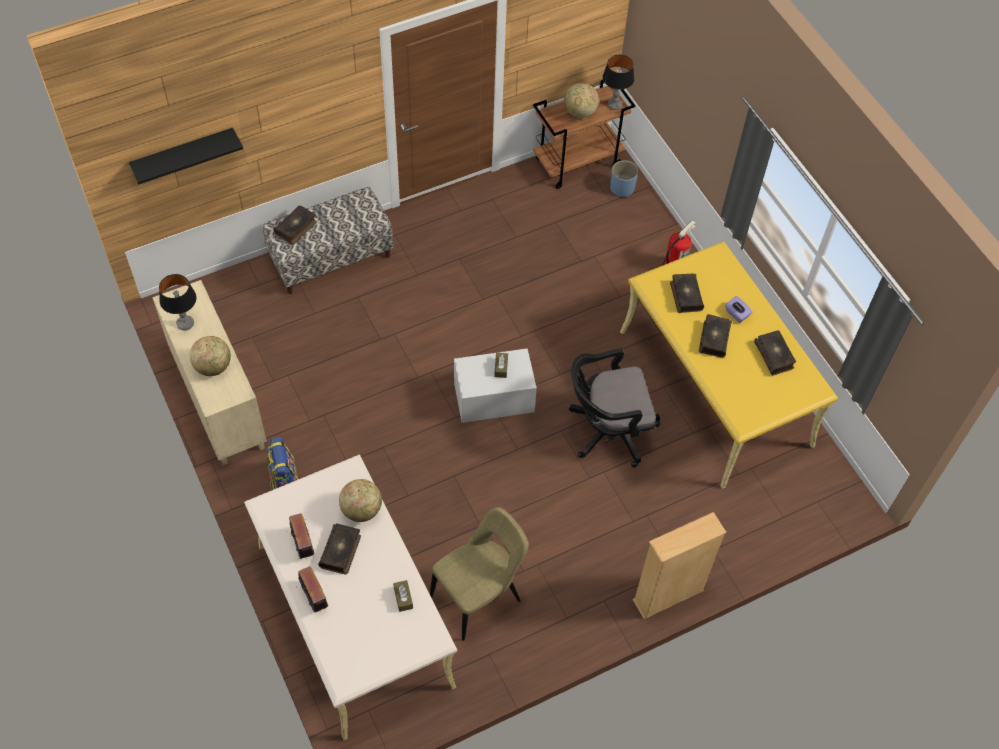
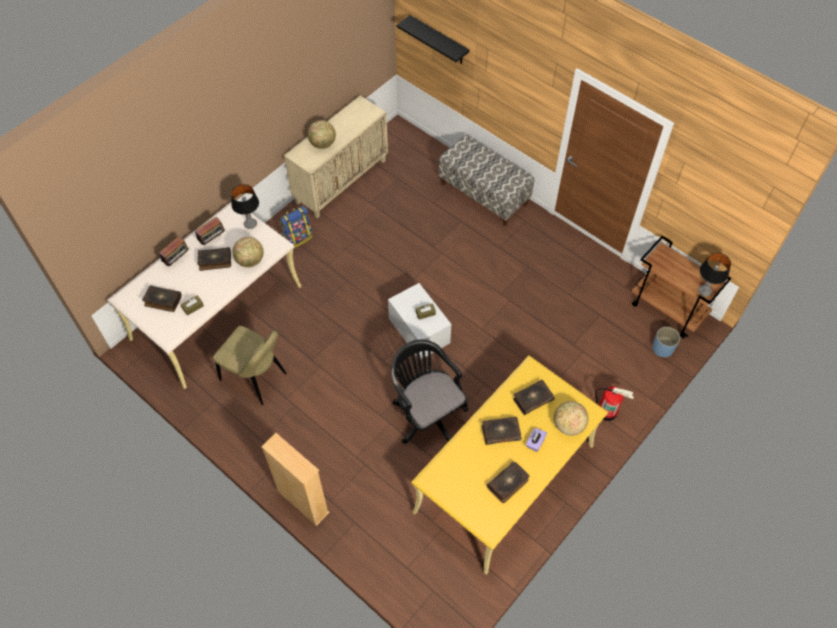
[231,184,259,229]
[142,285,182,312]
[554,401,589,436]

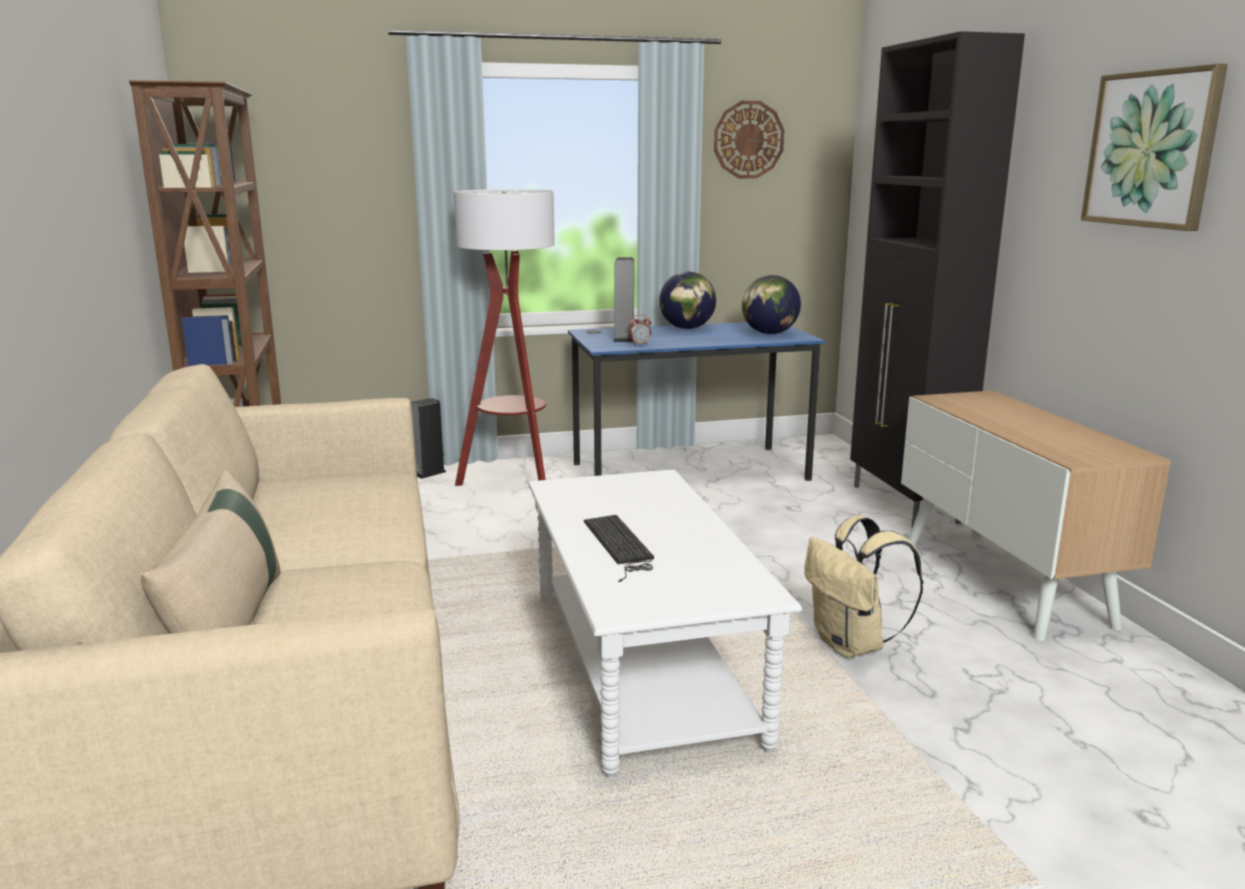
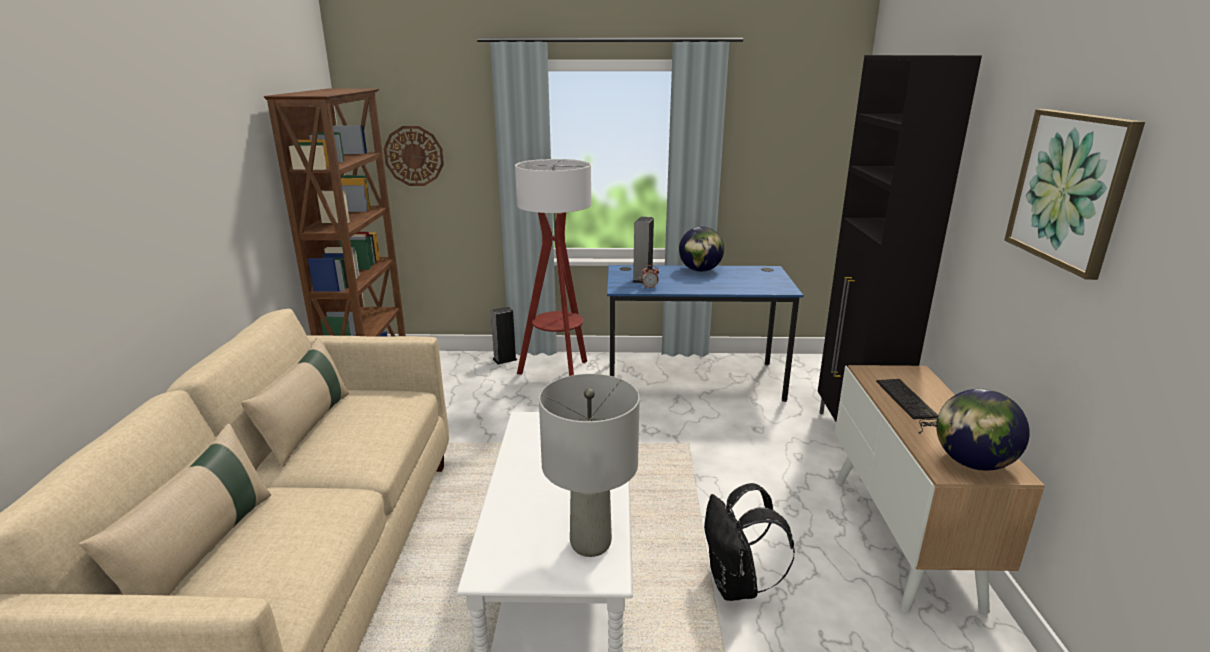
[876,379,938,434]
[384,126,444,186]
[936,389,1030,470]
[704,483,795,601]
[241,337,349,467]
[539,374,640,557]

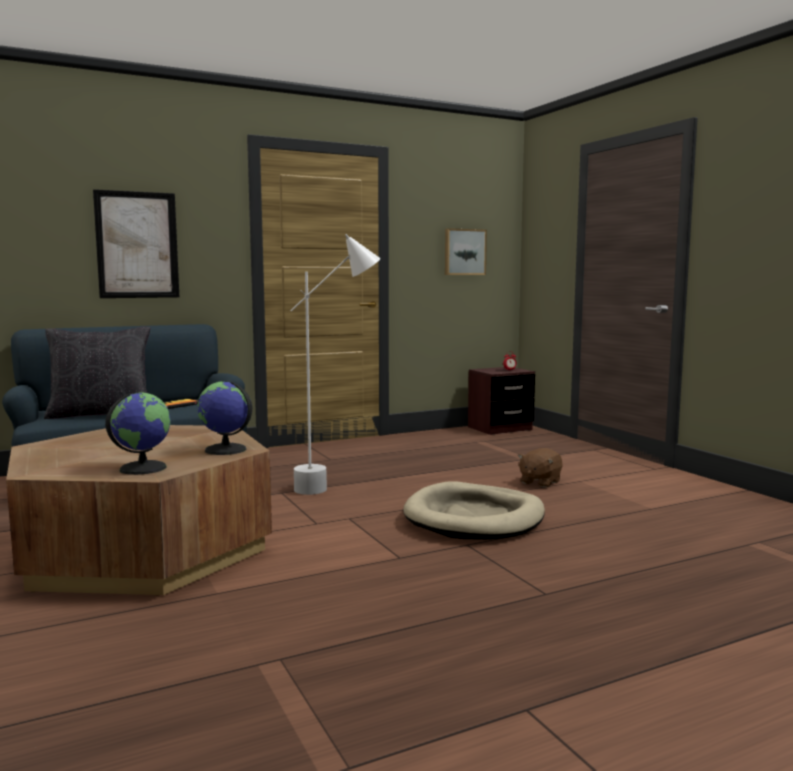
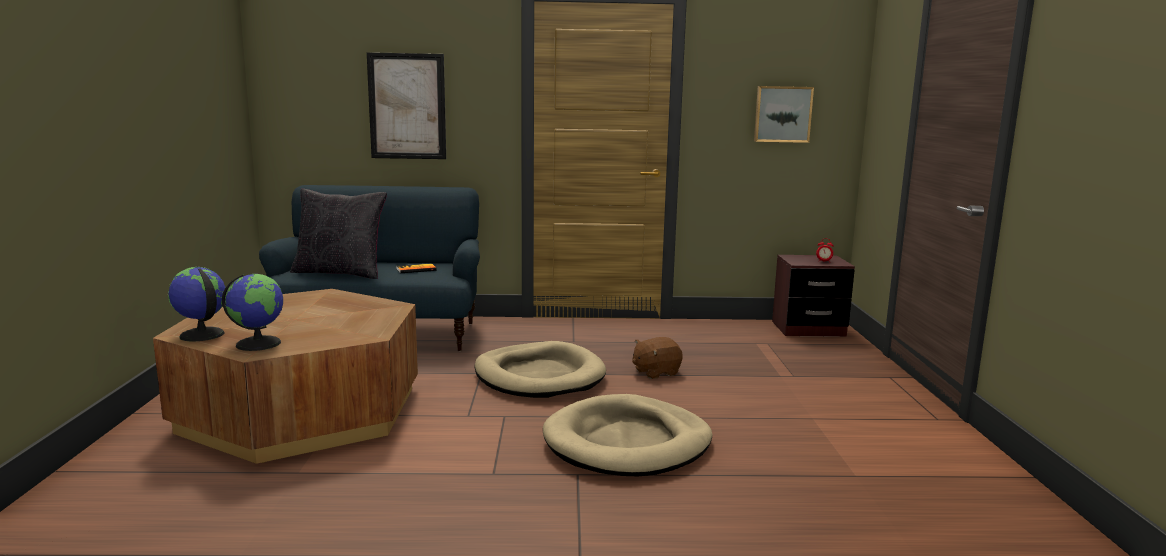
[168,267,226,341]
[474,341,606,398]
[632,337,683,379]

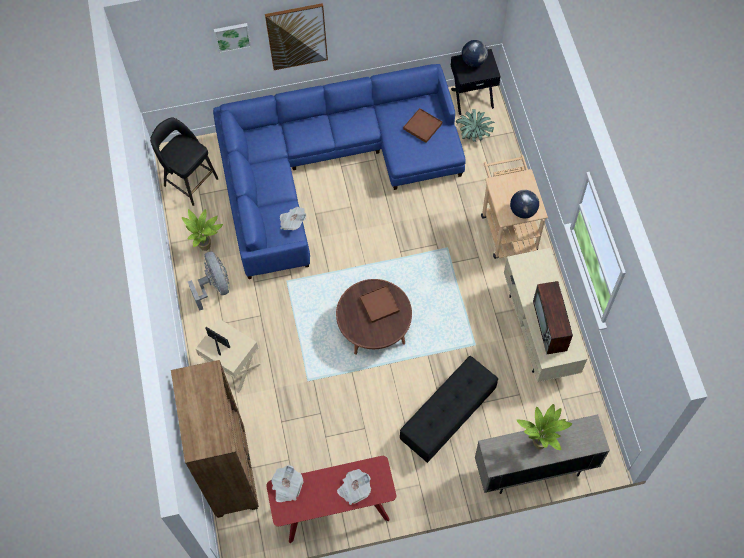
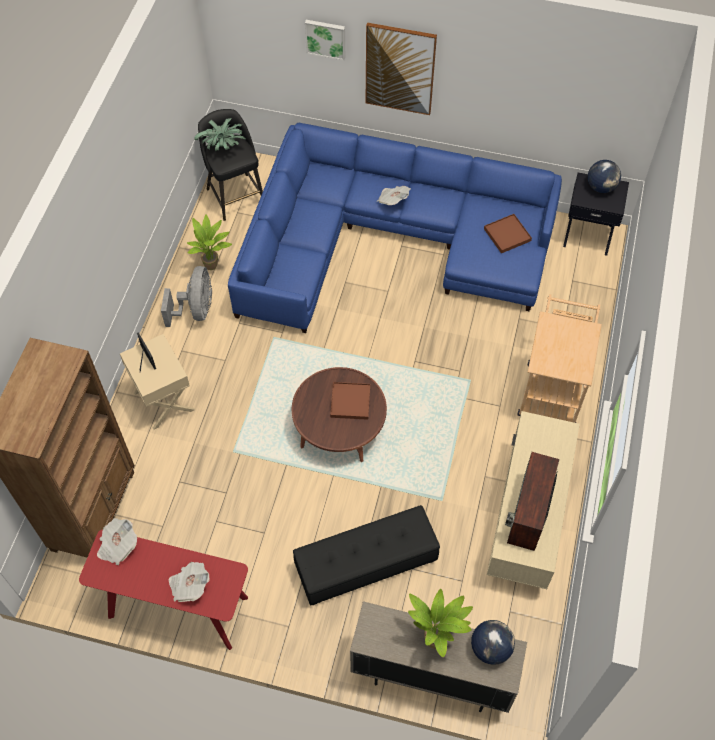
[377,186,411,205]
[194,118,245,151]
[471,620,515,665]

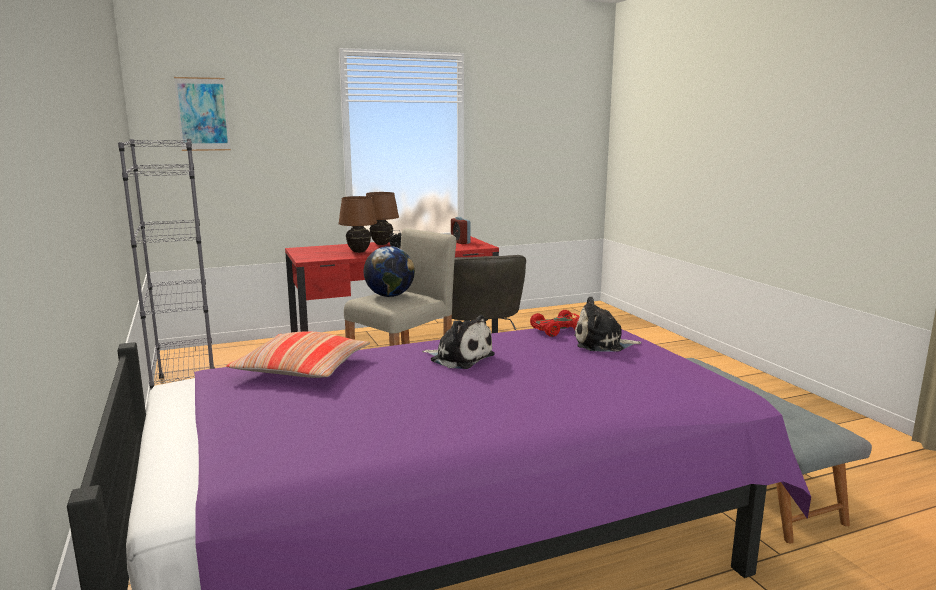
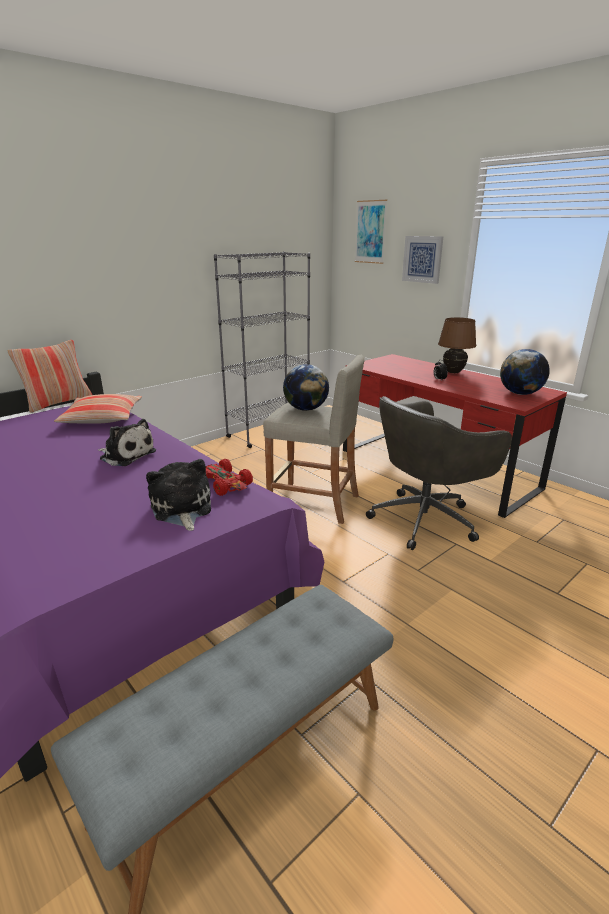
[338,196,377,253] (first image)
[98,419,156,466]
[500,349,550,395]
[8,340,92,413]
[402,236,443,284]

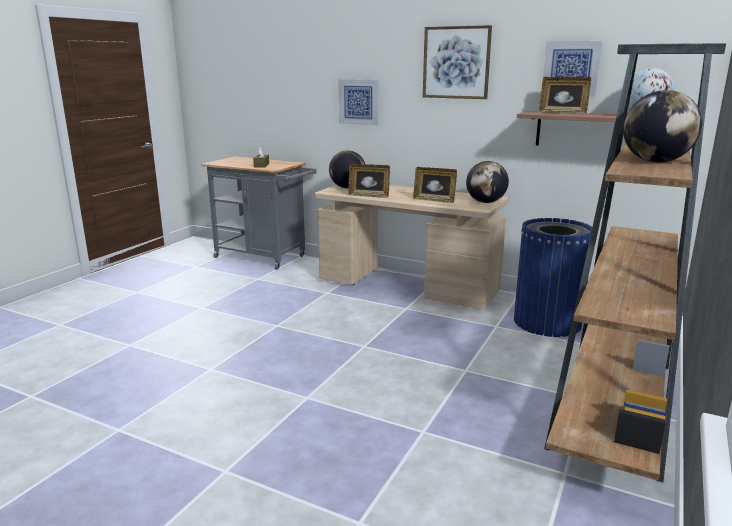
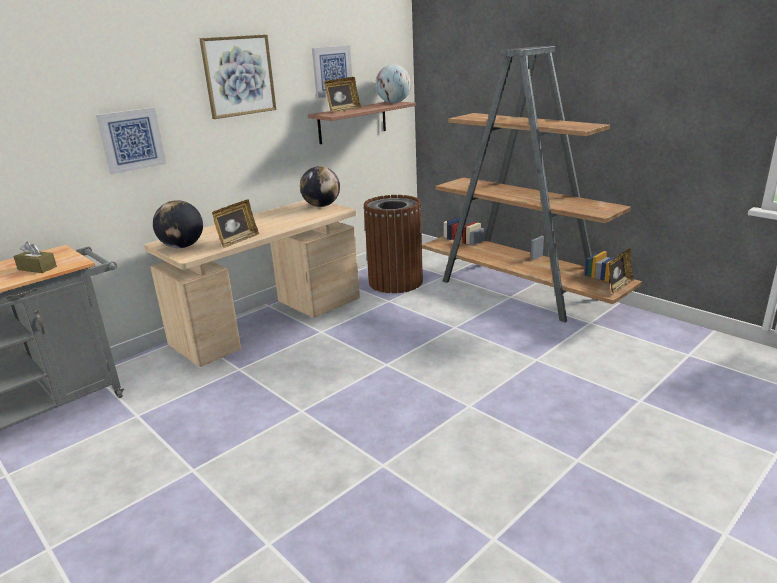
[609,248,634,294]
[364,195,423,293]
[623,90,702,162] (first image)

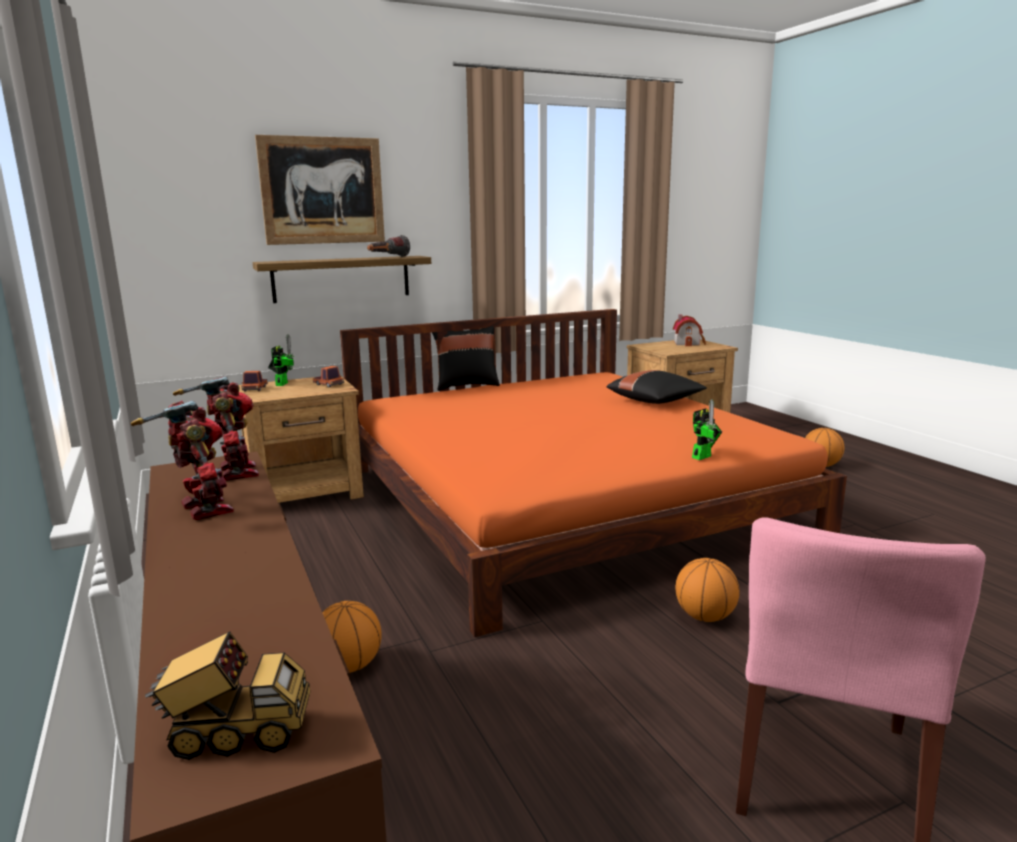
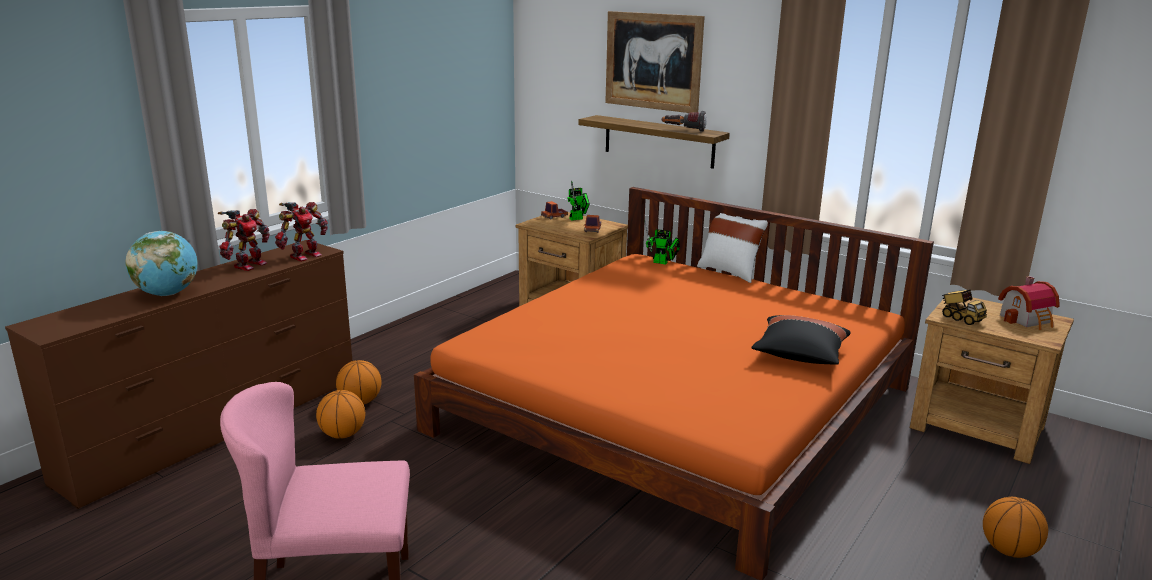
[942,290,987,325]
[697,213,768,283]
[316,390,365,439]
[644,220,680,264]
[125,231,198,296]

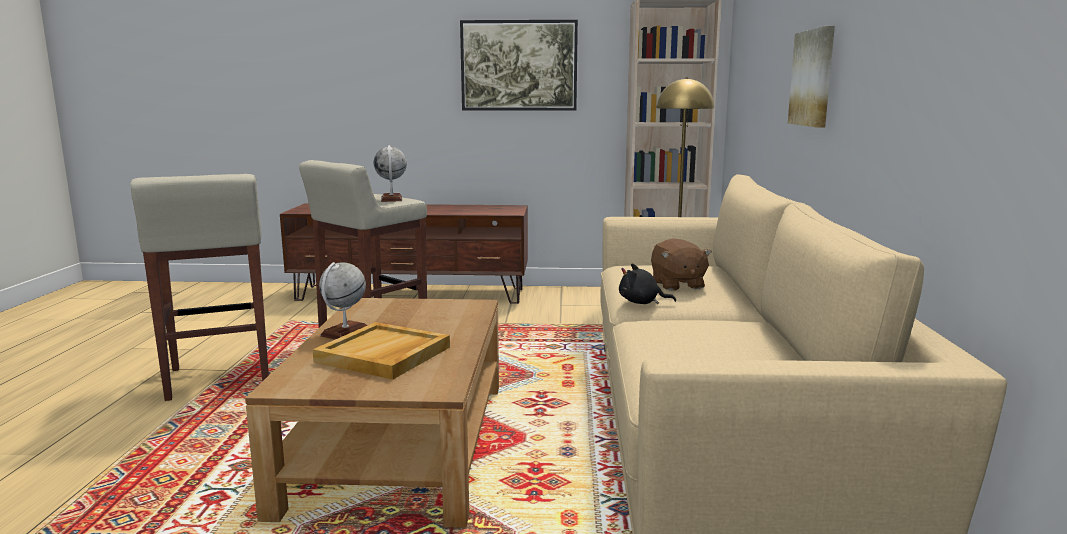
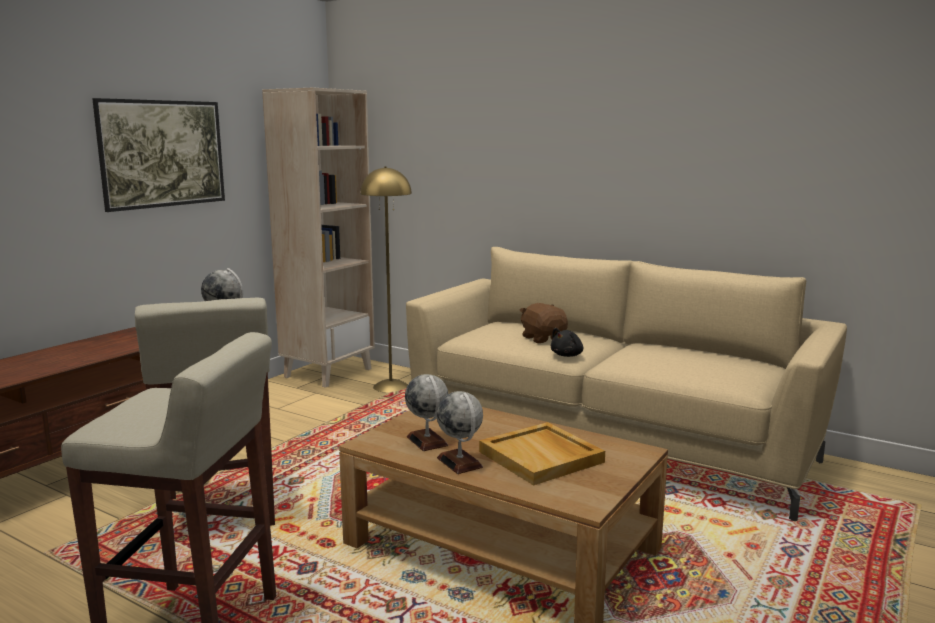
[520,303,568,343]
[788,26,835,128] (first image)
[405,374,448,451]

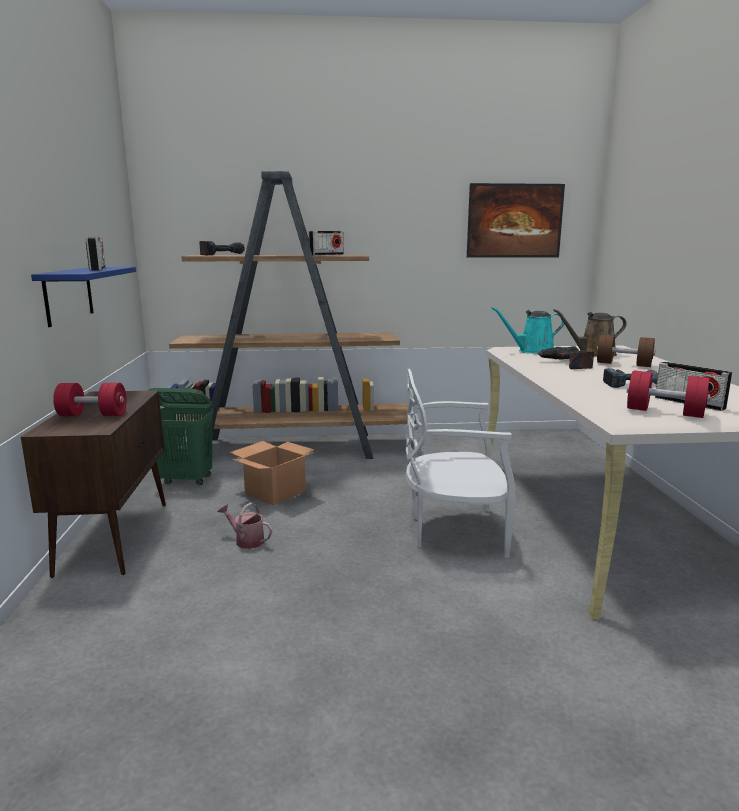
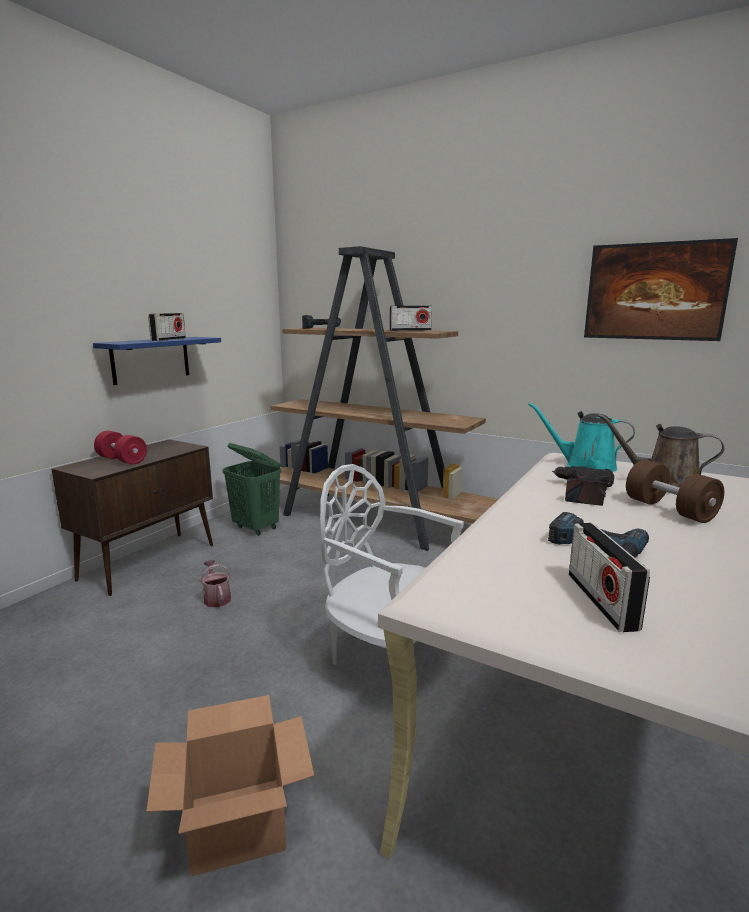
[146,695,314,877]
[627,370,710,418] (first image)

